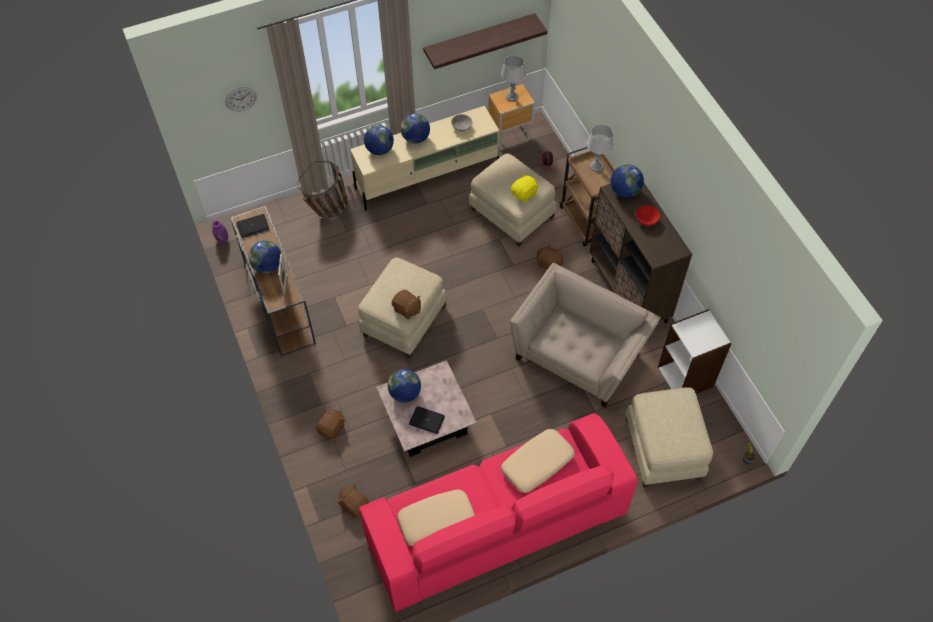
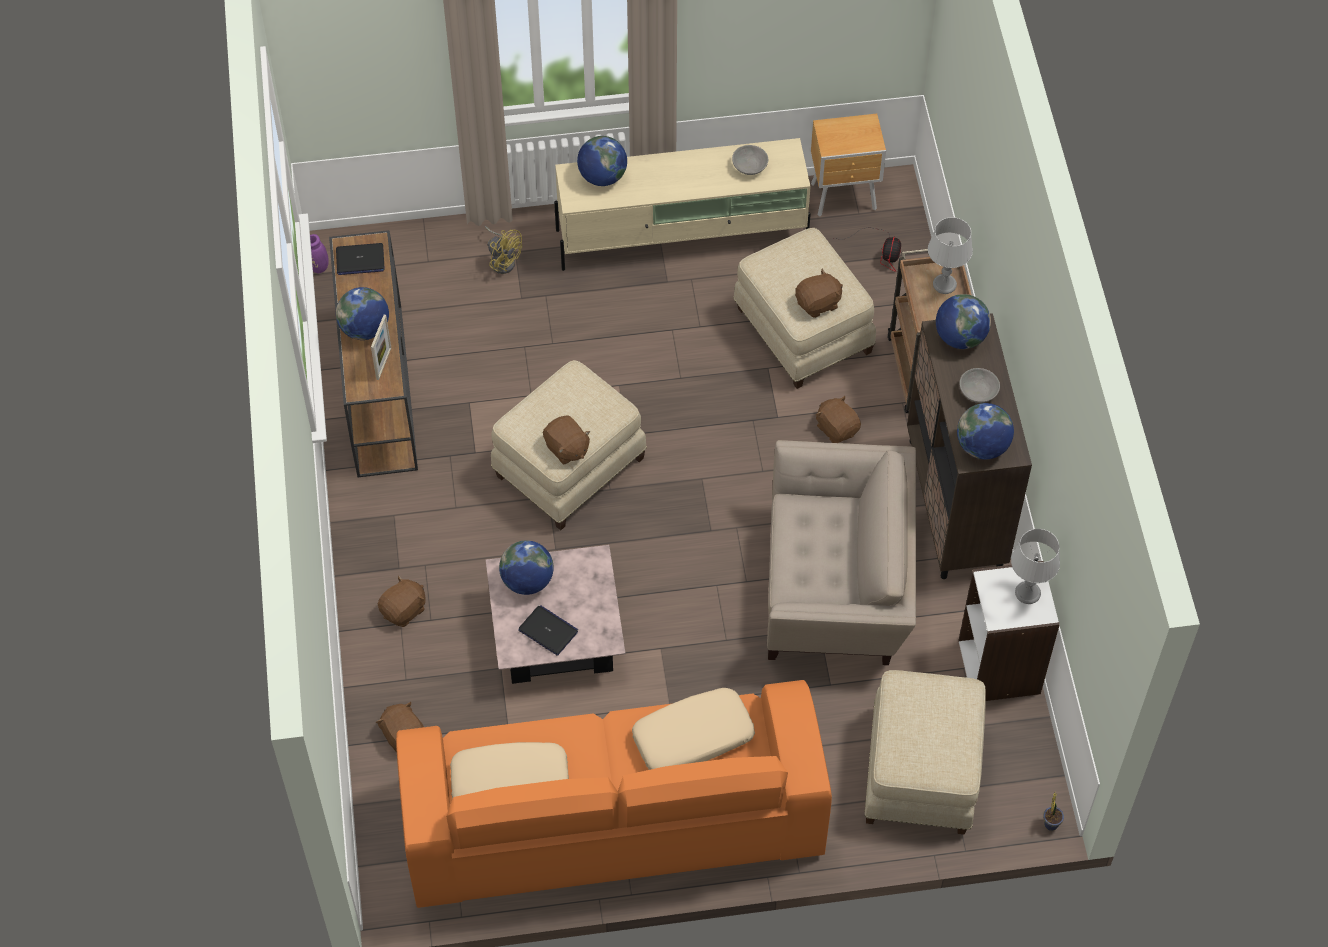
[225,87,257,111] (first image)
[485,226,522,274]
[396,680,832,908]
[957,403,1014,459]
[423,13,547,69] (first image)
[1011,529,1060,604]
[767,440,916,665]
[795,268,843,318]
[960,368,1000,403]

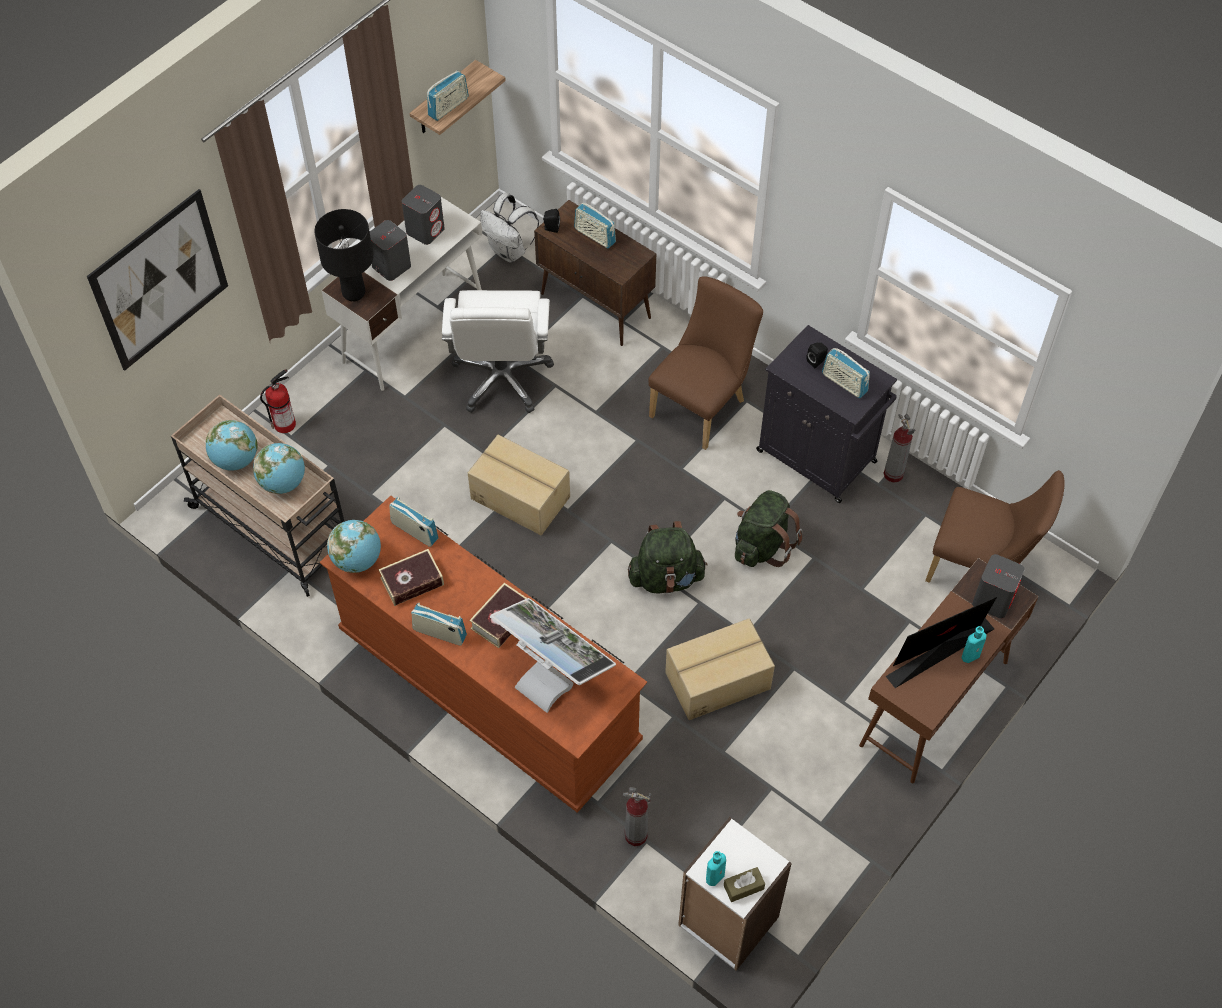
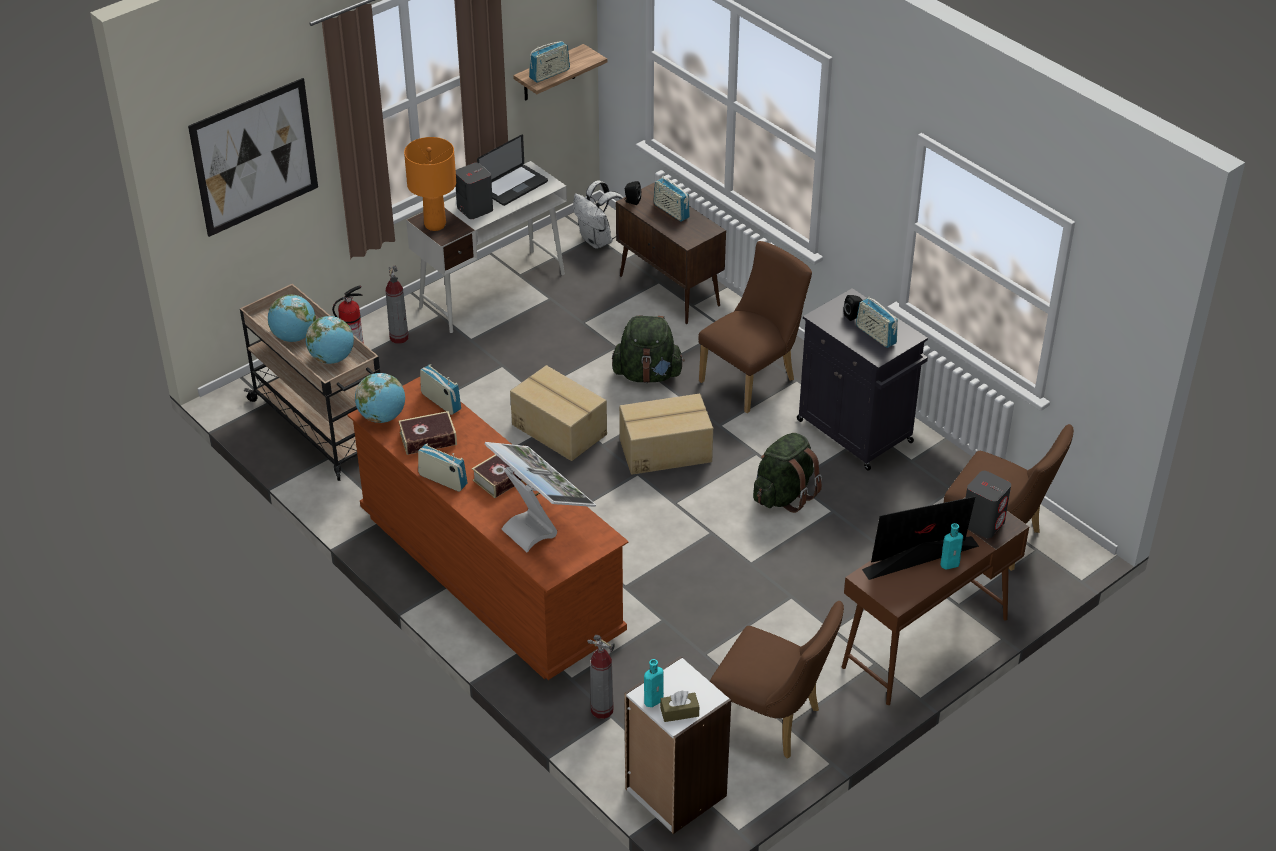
[404,137,456,231]
[477,135,548,206]
[442,290,554,413] (first image)
[612,316,685,383]
[619,394,713,475]
[386,266,409,344]
[710,601,844,759]

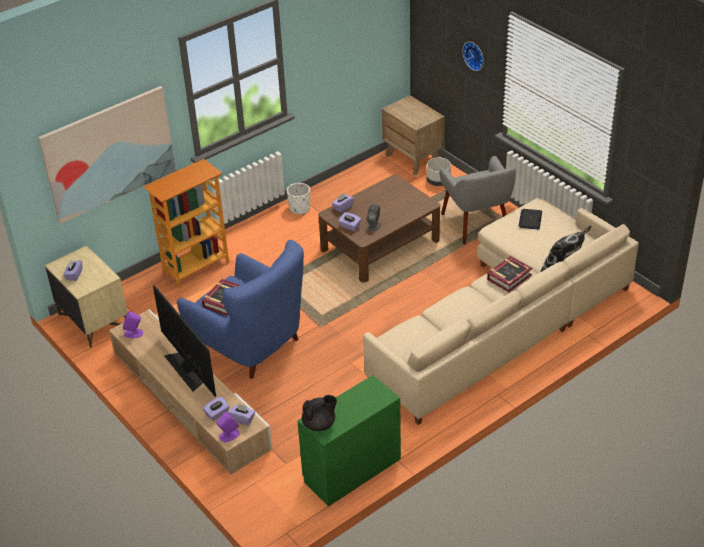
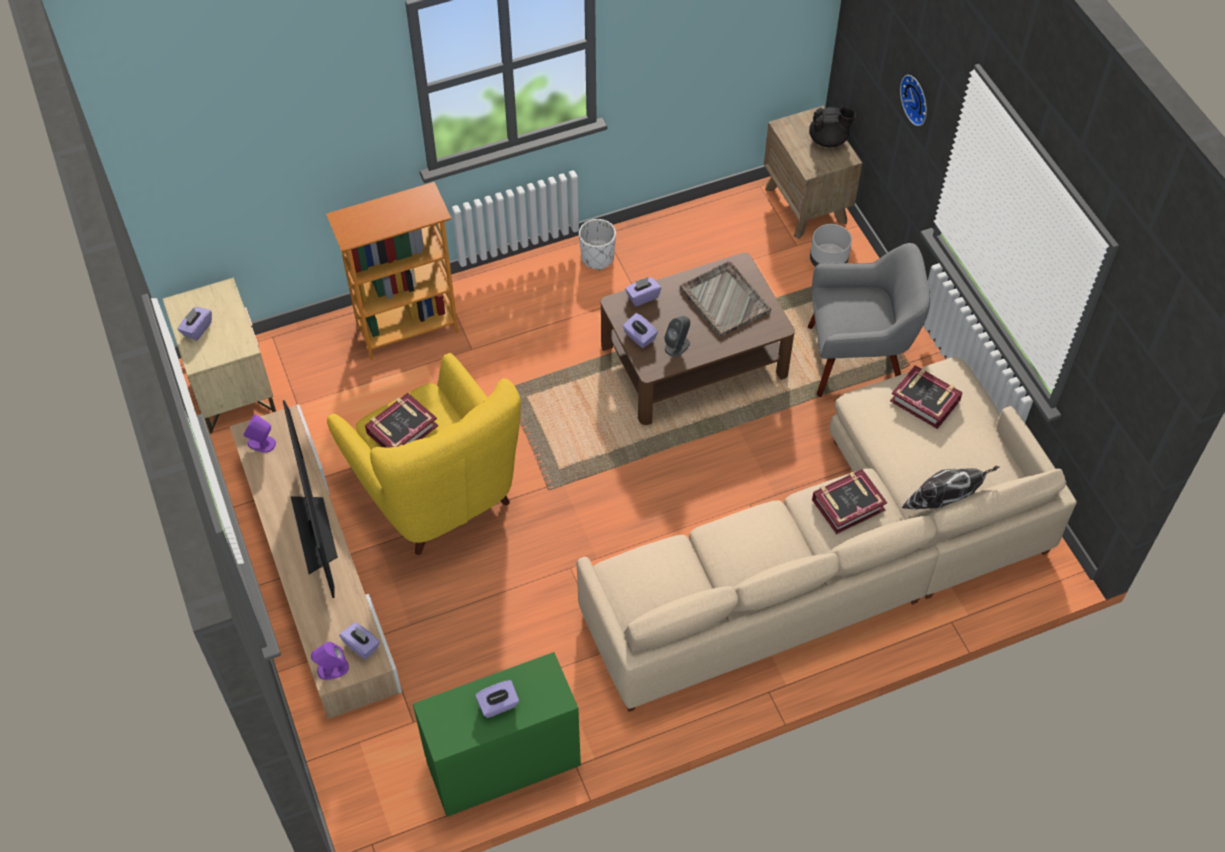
[38,86,176,224] (first image)
[327,353,521,555]
[475,680,519,718]
[809,107,856,147]
[808,243,930,397]
[890,365,963,429]
[680,261,771,337]

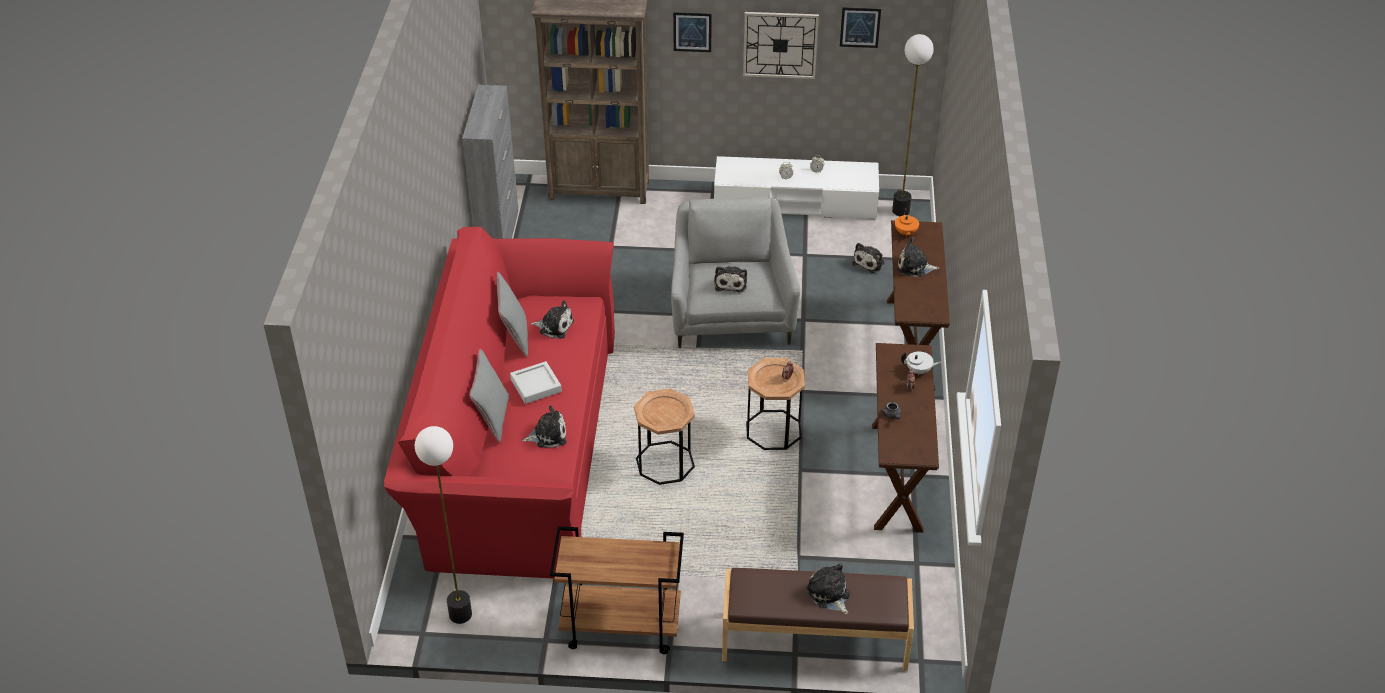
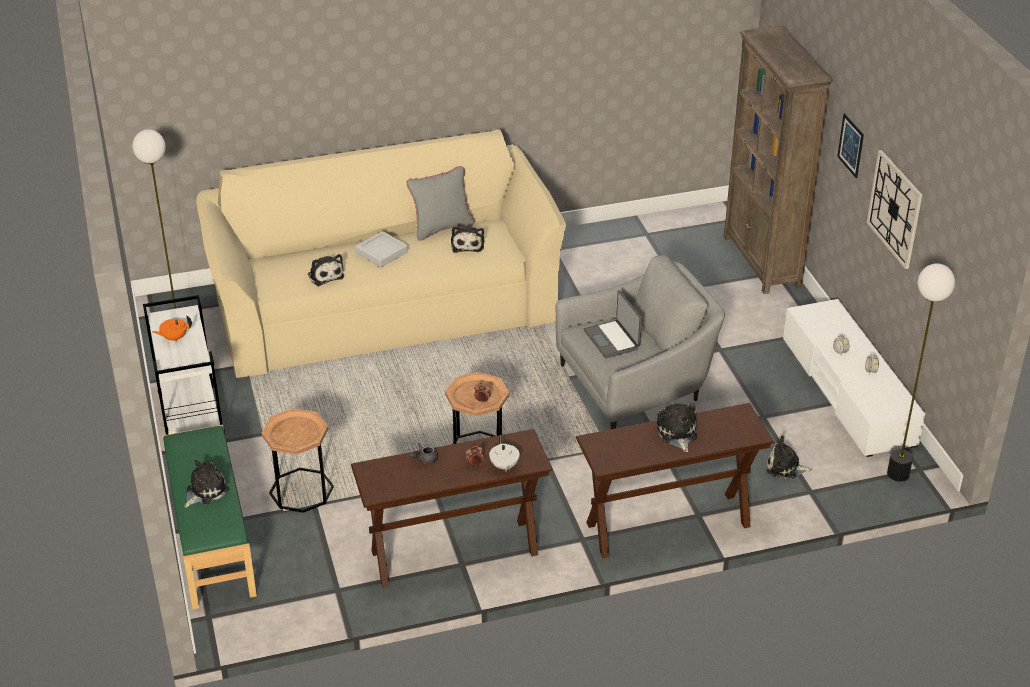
[196,129,566,378]
[462,85,519,239] (first image)
[469,349,509,443] (first image)
[143,295,225,435]
[262,408,334,513]
[584,290,642,358]
[162,425,257,609]
[840,7,881,48] (first image)
[152,316,192,342]

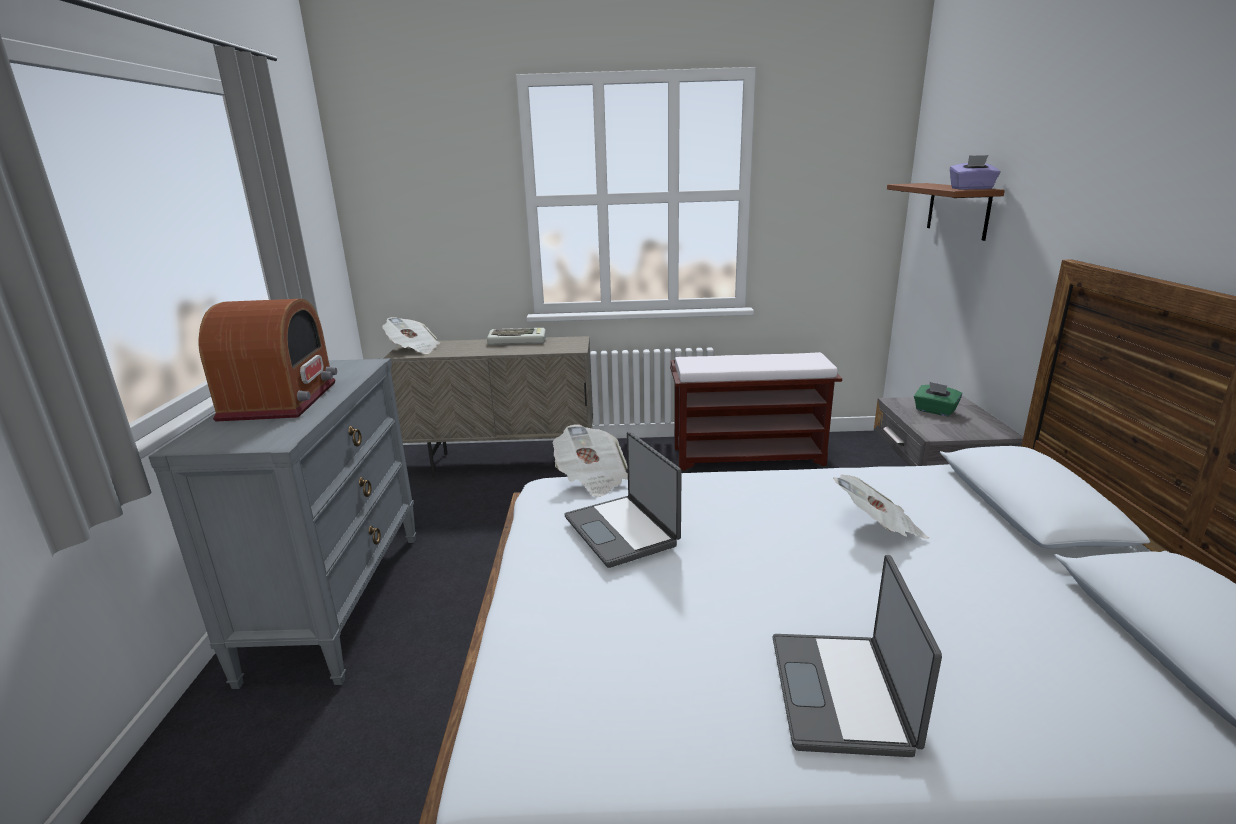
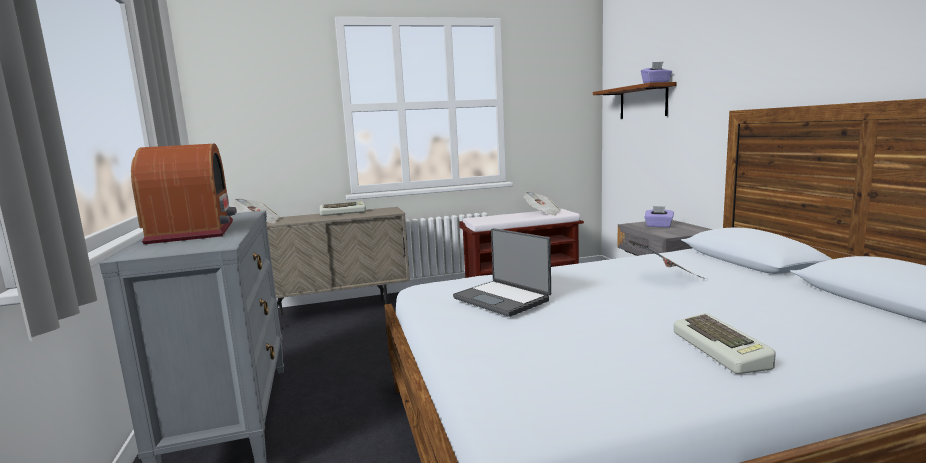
[524,192,561,216]
[674,313,776,374]
[644,206,674,228]

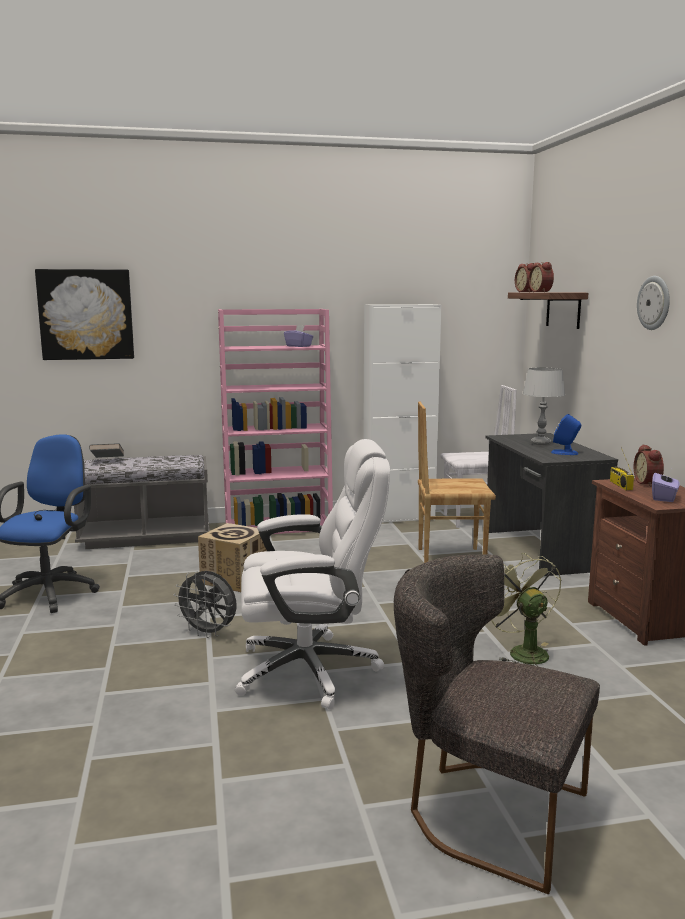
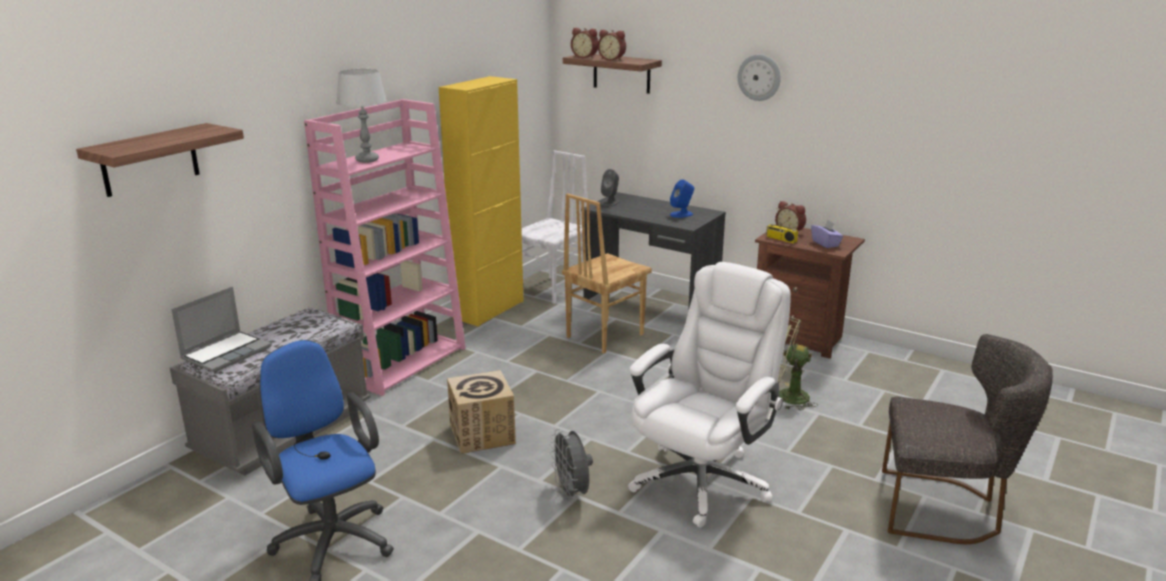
[76,123,244,197]
[171,286,272,372]
[550,429,593,502]
[284,325,314,347] (first image)
[439,76,524,327]
[882,334,1053,544]
[337,69,387,163]
[601,169,620,206]

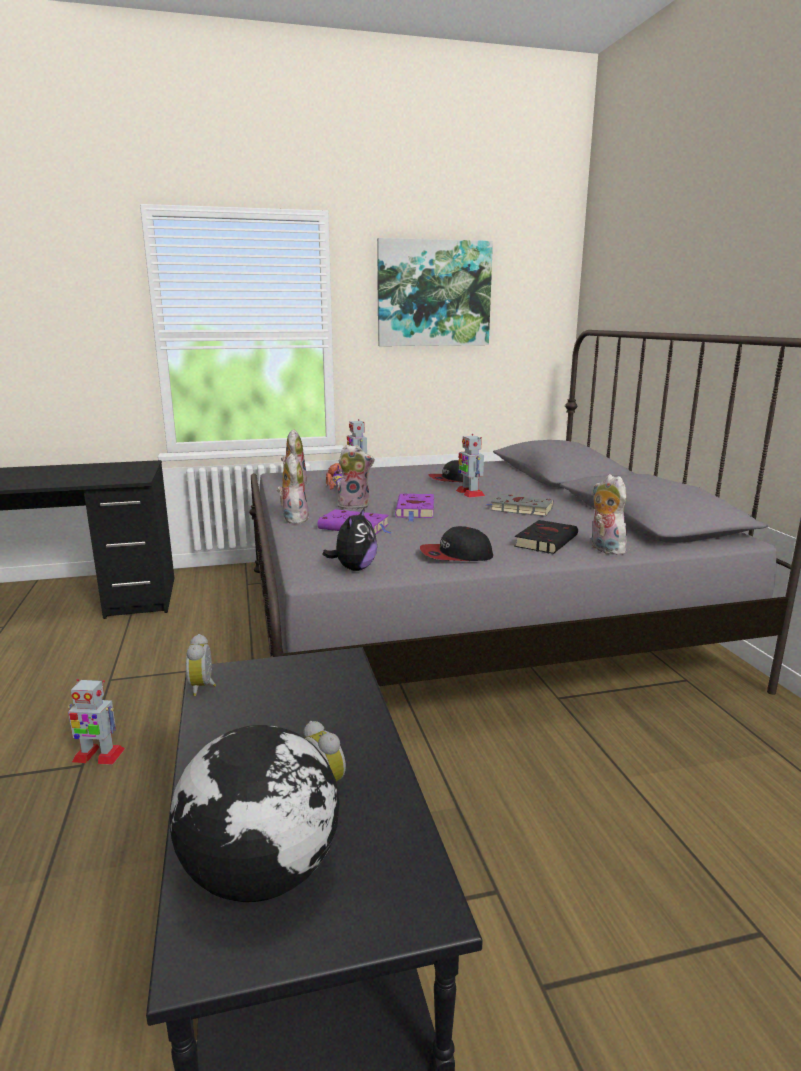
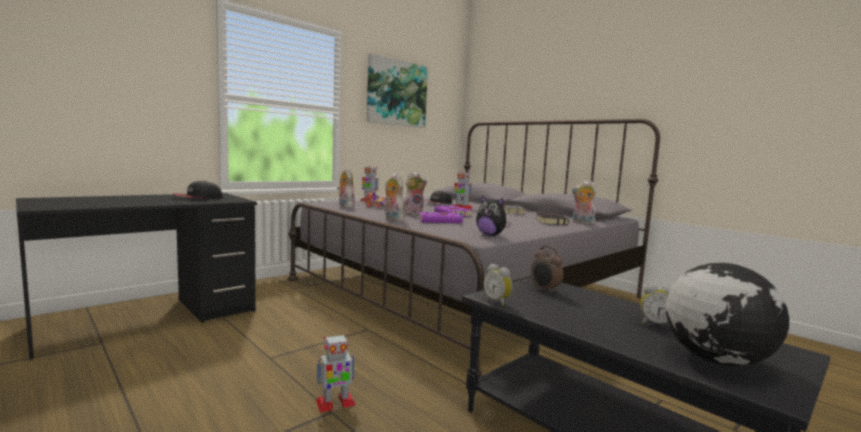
[476,196,512,236]
[173,181,223,199]
[531,246,564,293]

